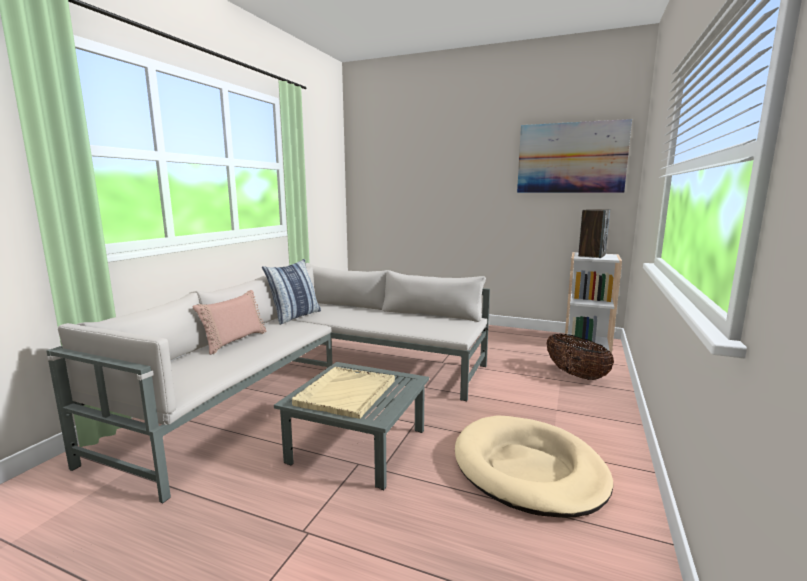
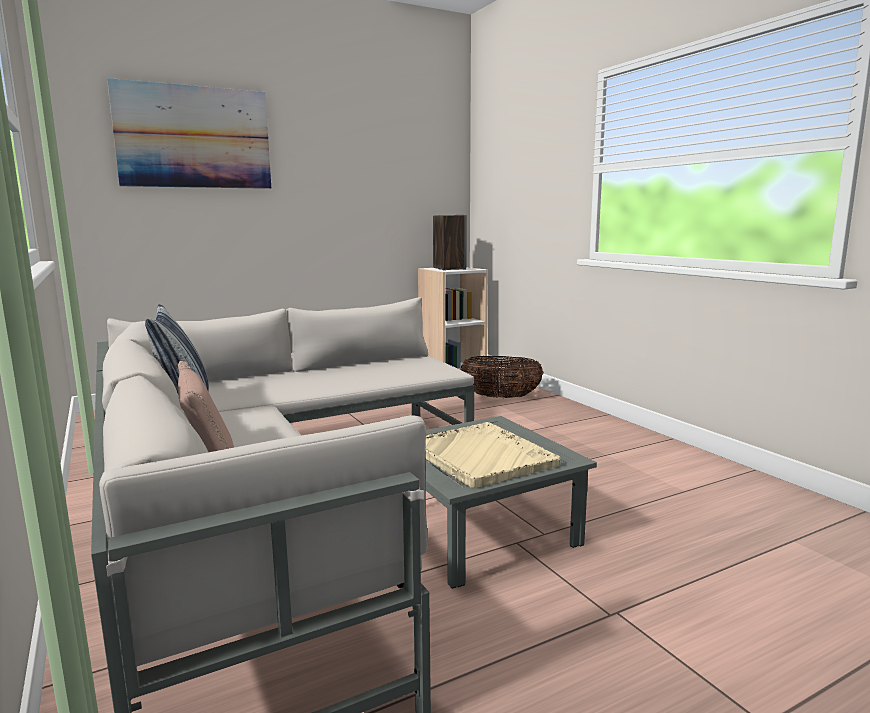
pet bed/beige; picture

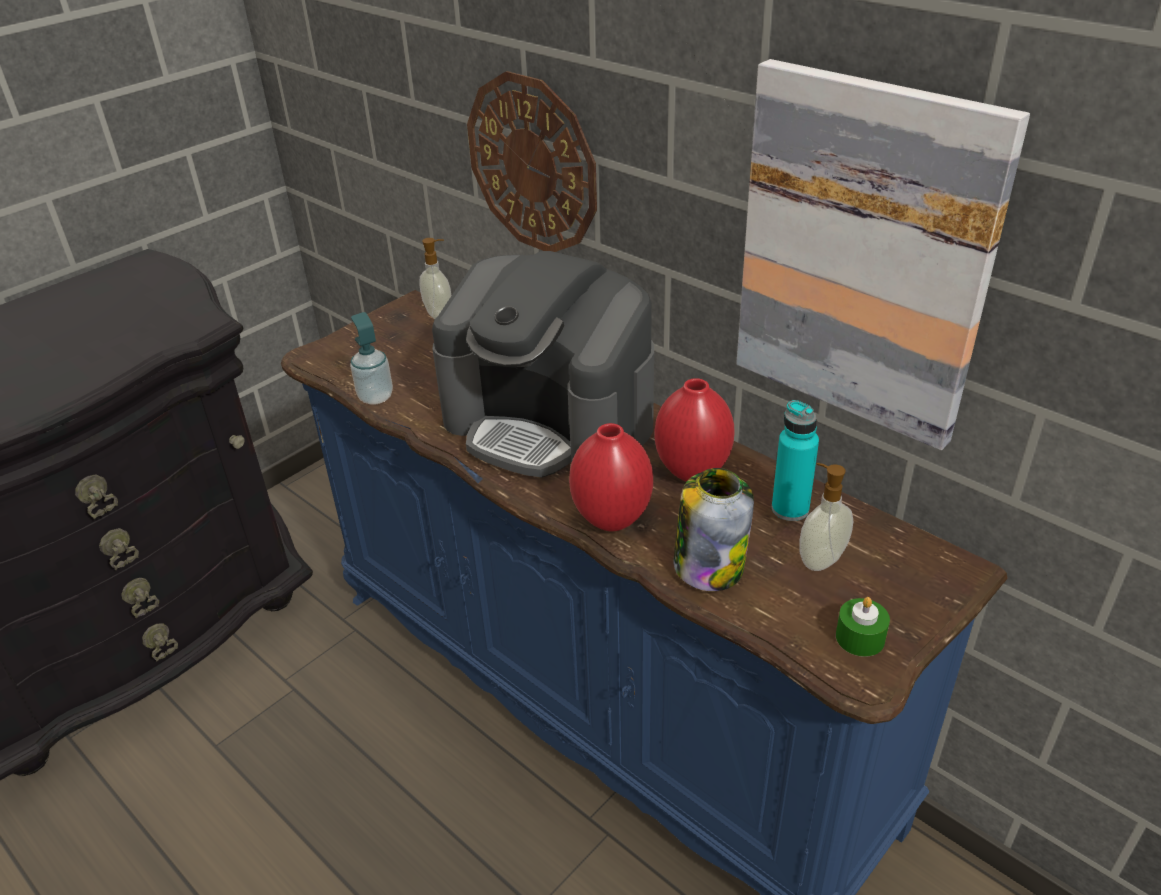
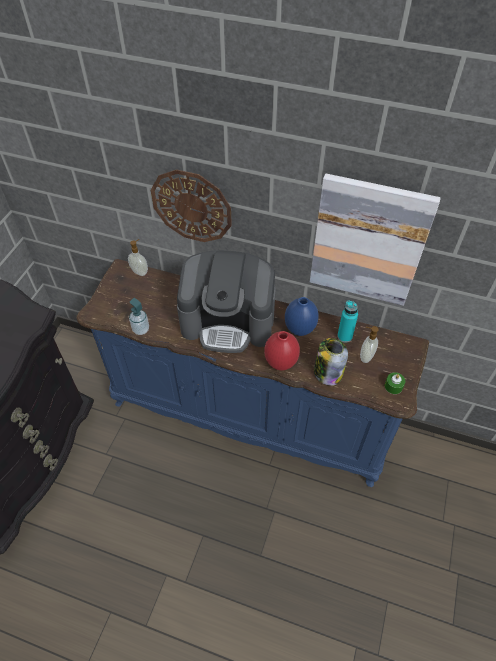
flower vase/blue-coloured

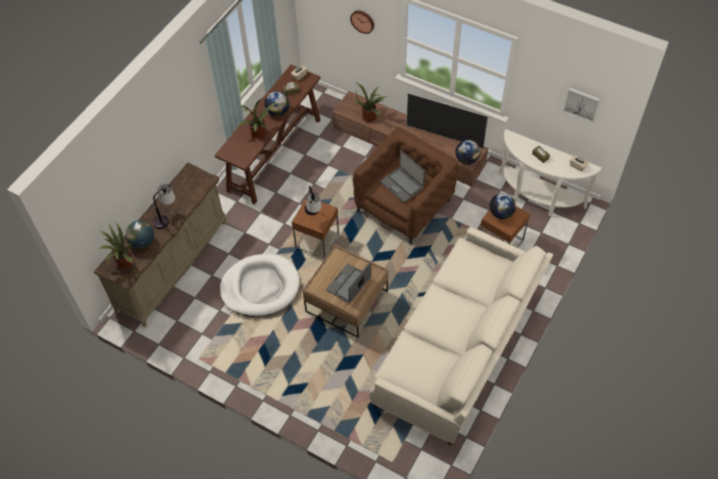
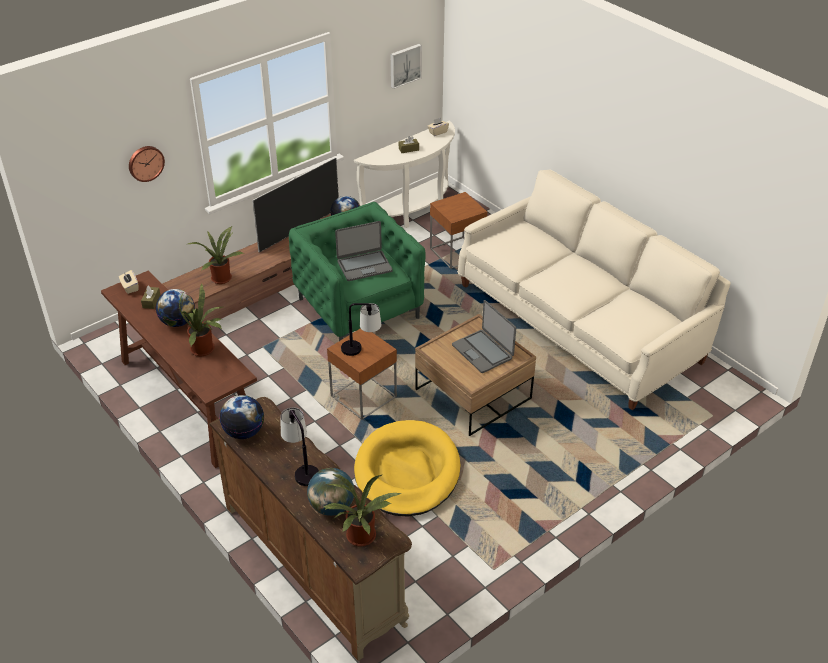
desk globe (no. 2 from left); pet bed/yellow-coloured; lounge chair/greenish

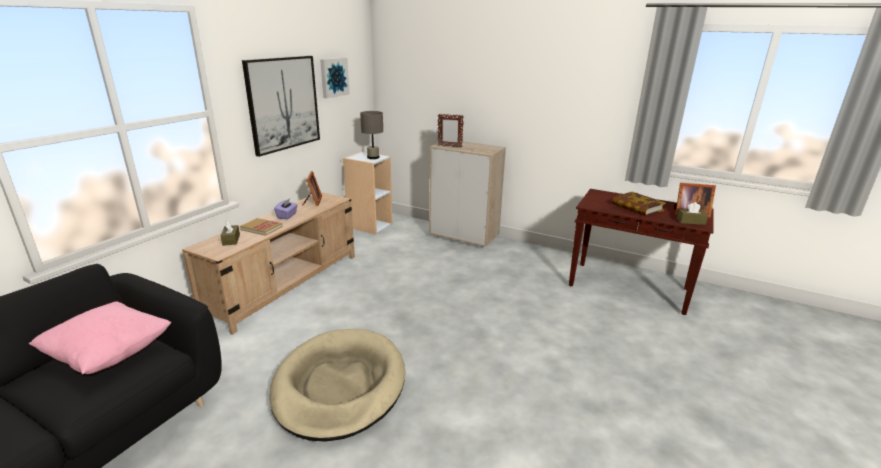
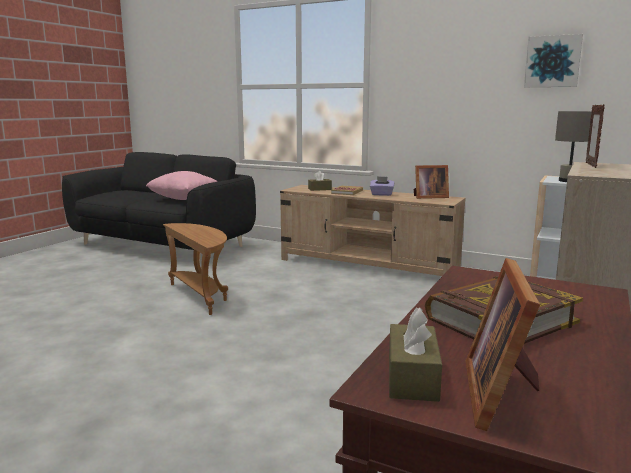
picture (no. 1 from left in the first image); side table/brown-coloured

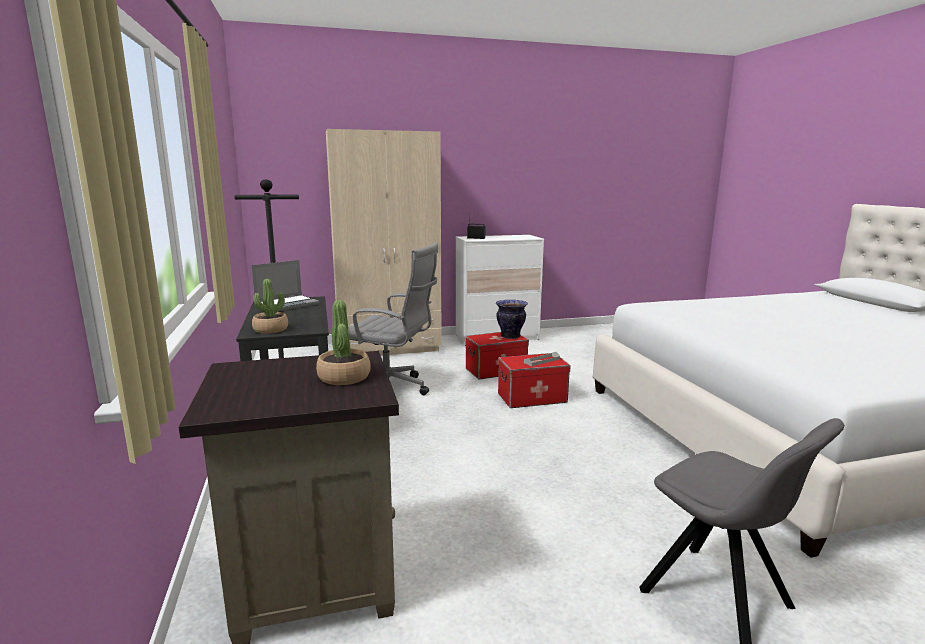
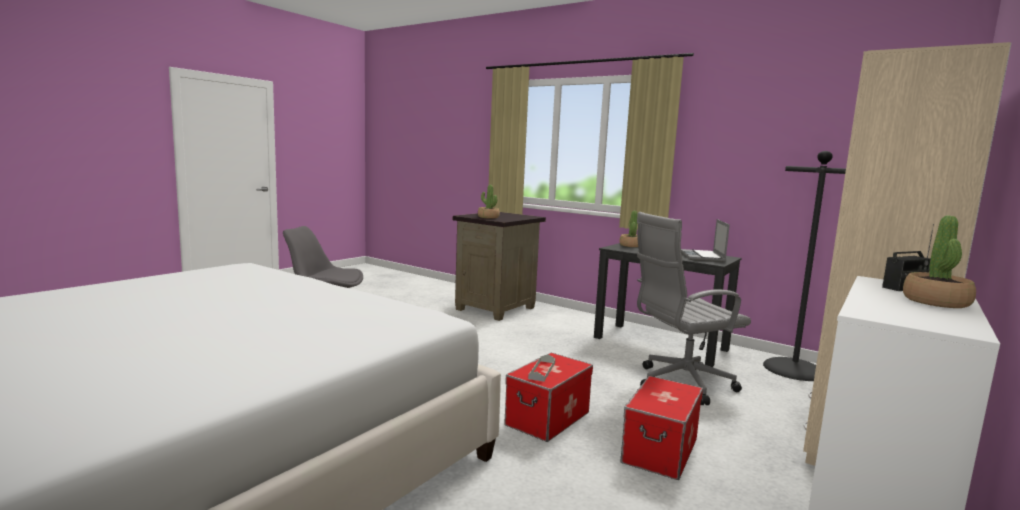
flower vase; plant in a pot (no. 3 from left)

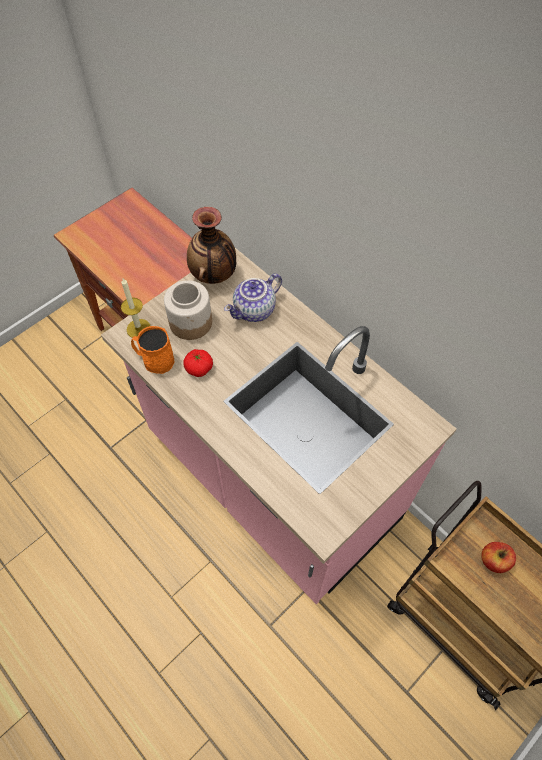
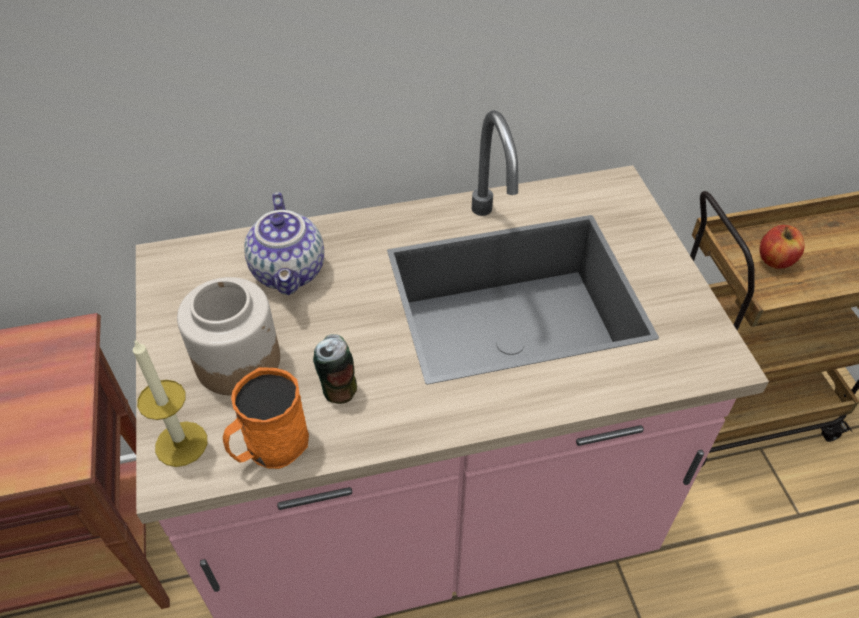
flower vase; can

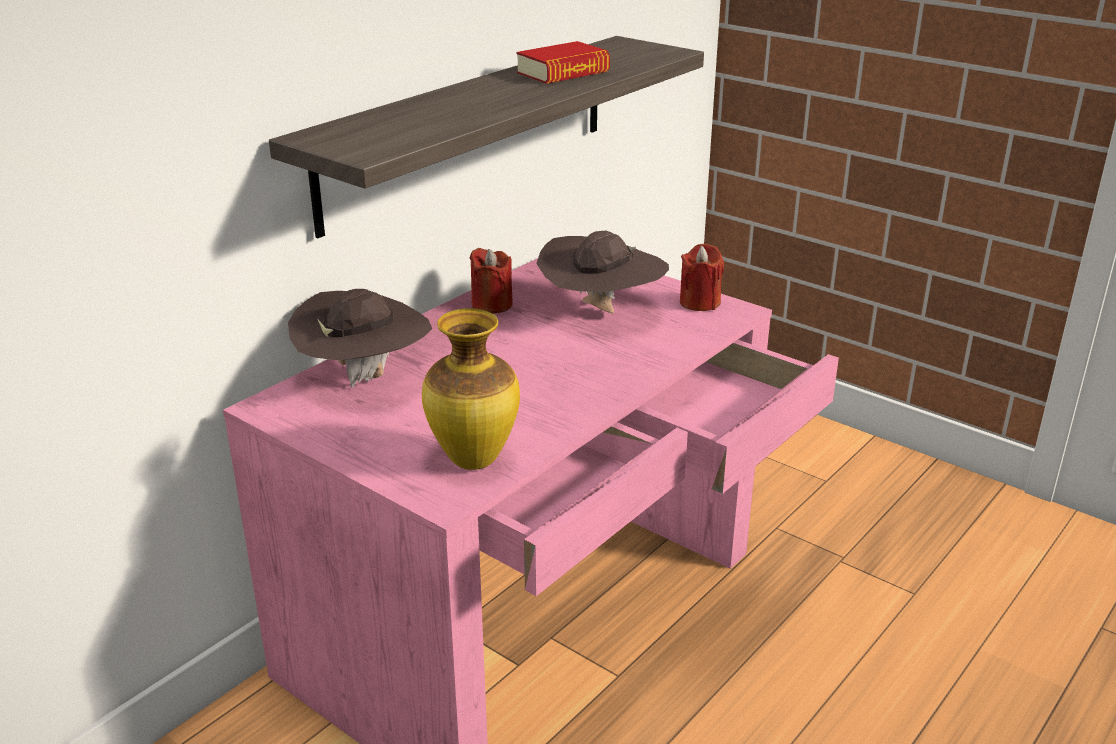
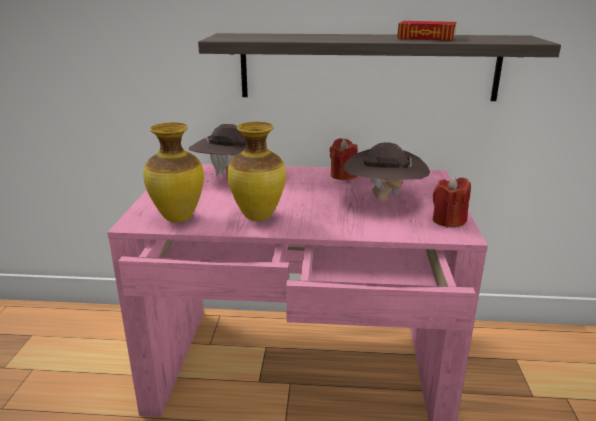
flower vase (no. 2 from left)

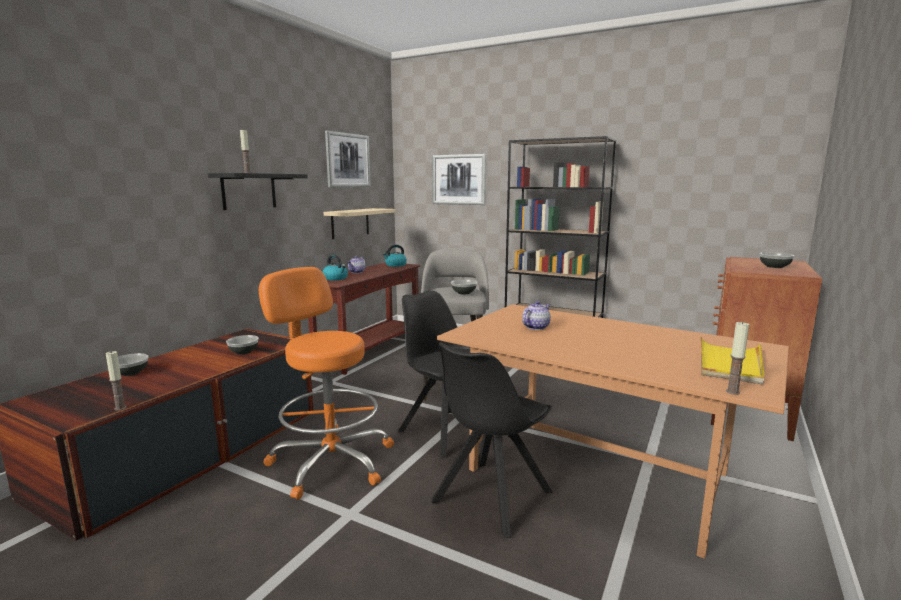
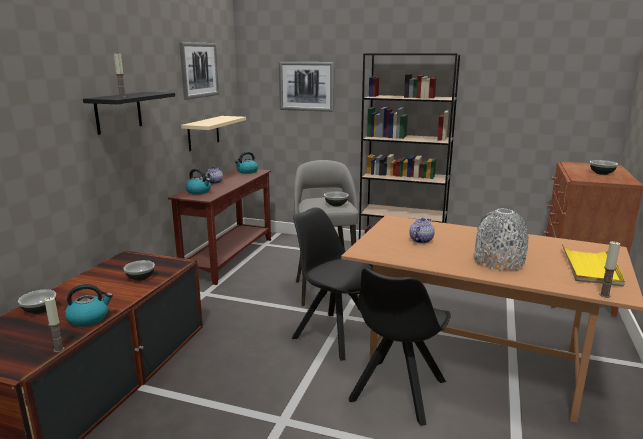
sitting stool/orange; tea kettle (no. 1 from left); flower vase/grey

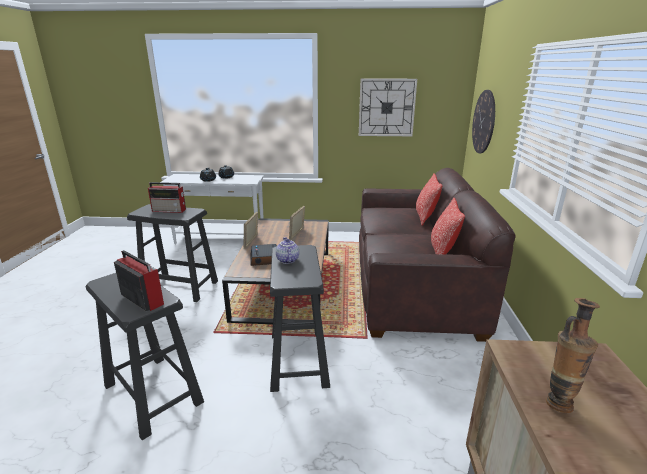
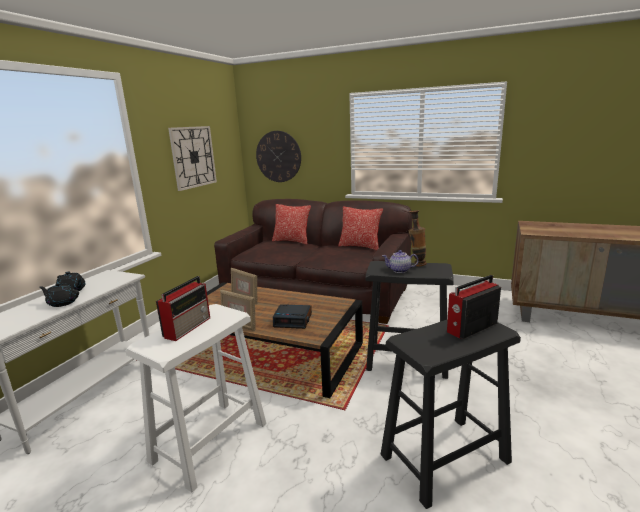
flower vase; sitting stool/white

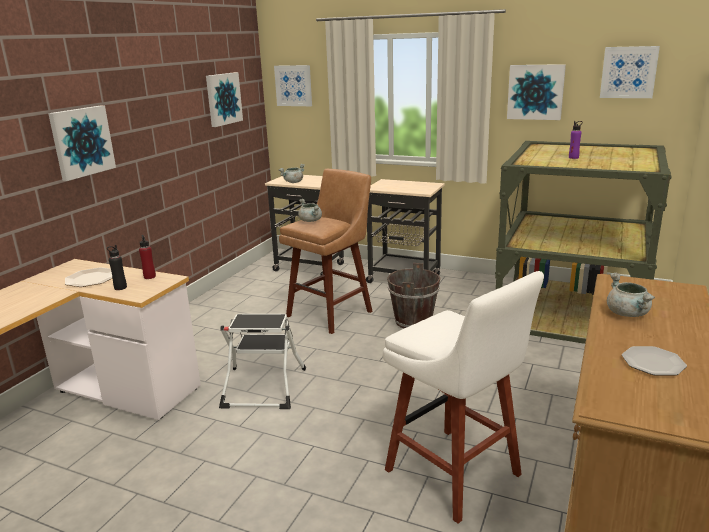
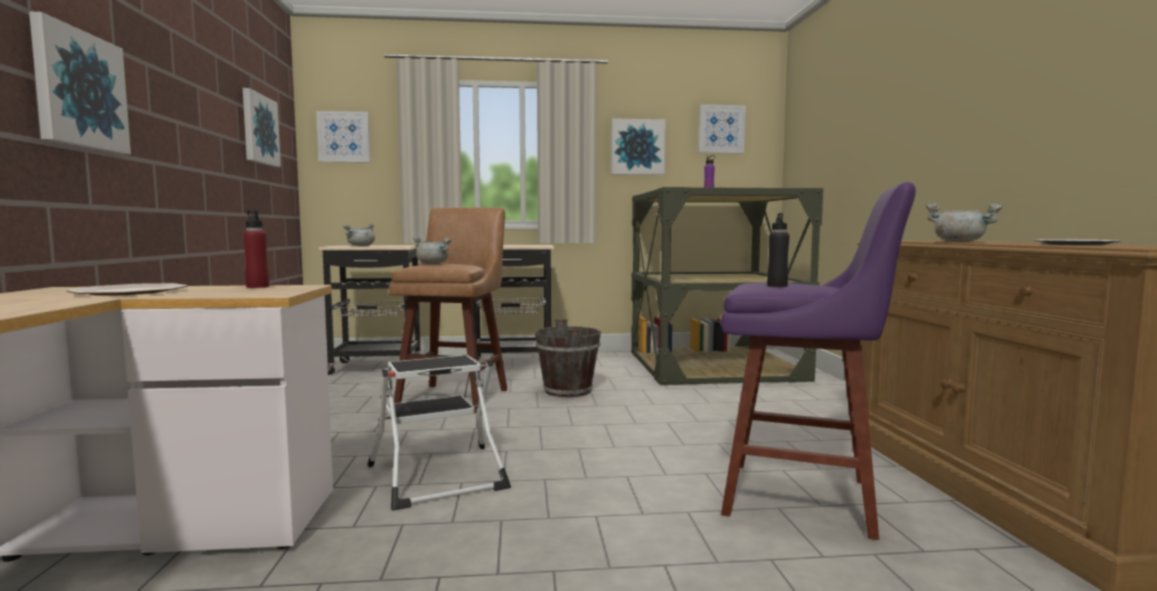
beverage bottle/blackish; sitting stool/purple

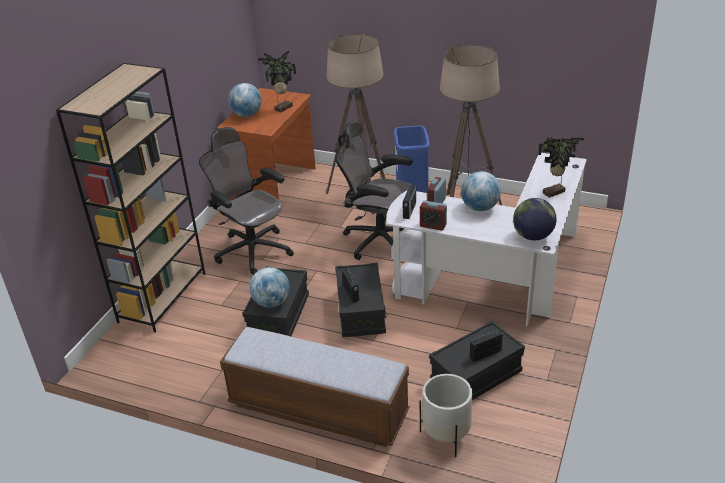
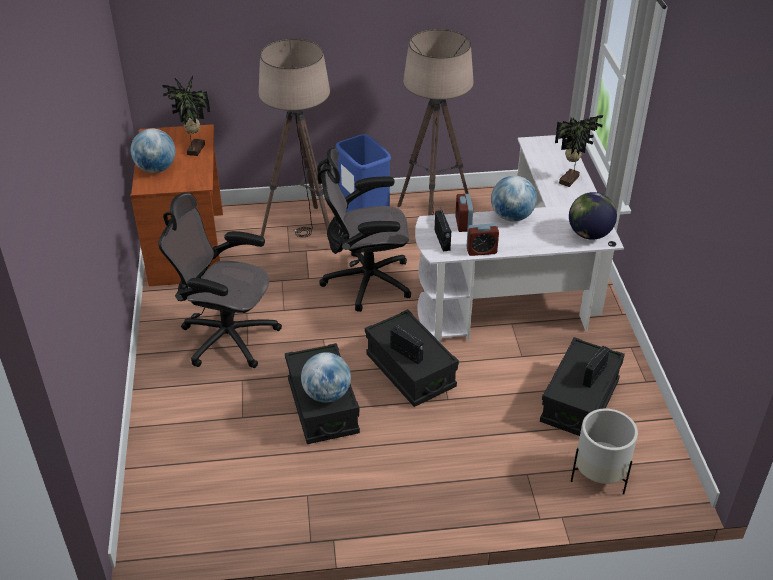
shelving unit/beige; bench

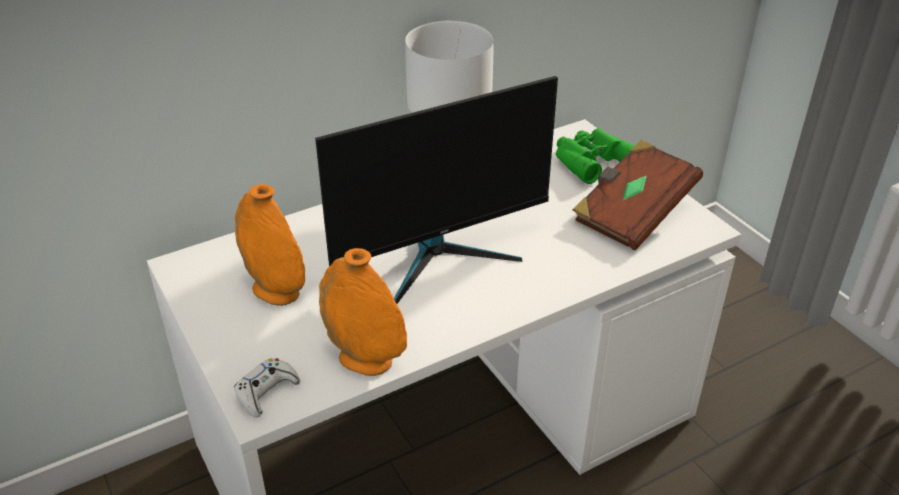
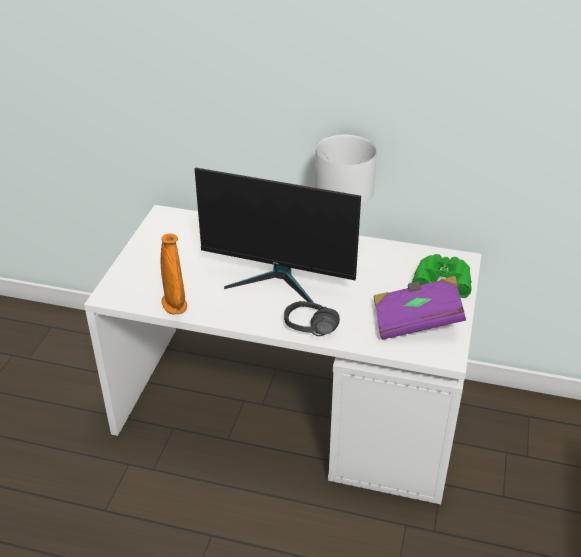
game controller/white; flower vase/orange (no. 1 from left in the first image); headset/blackish; volume/purple

